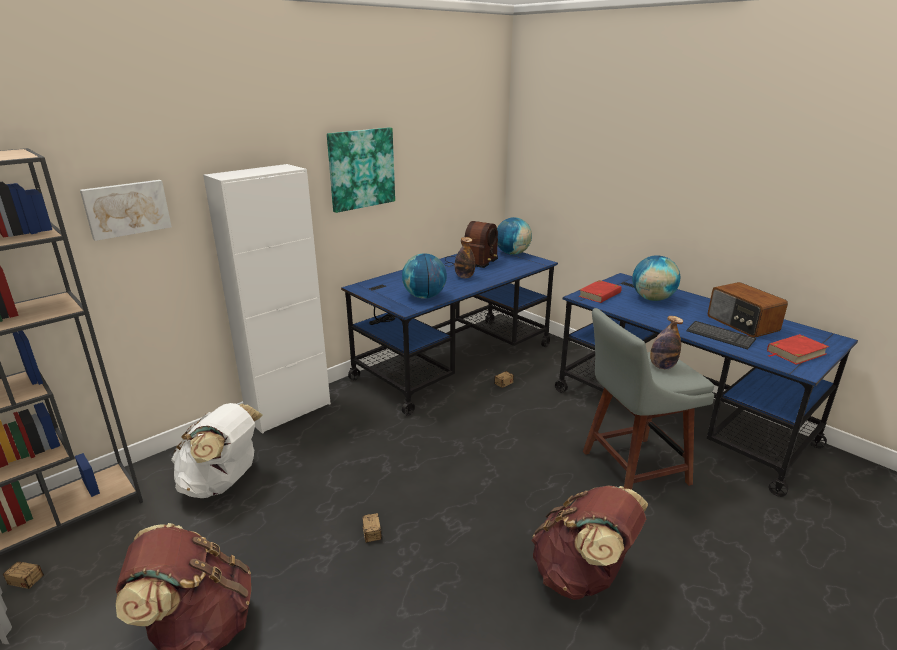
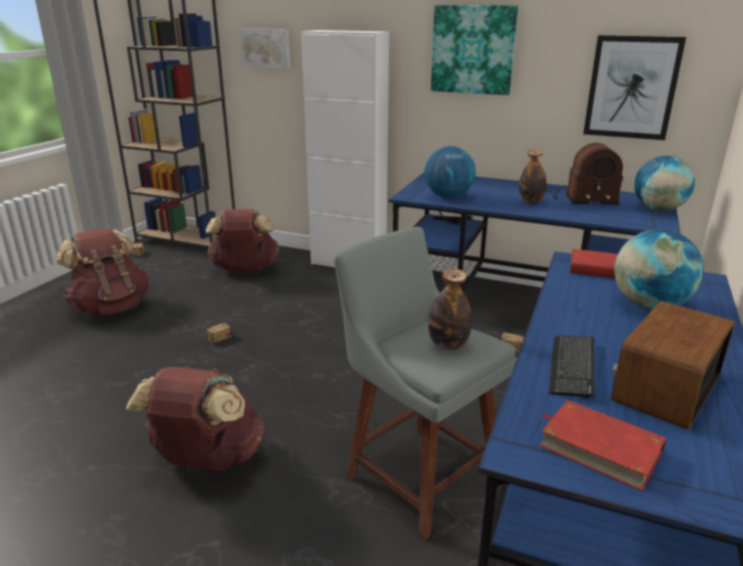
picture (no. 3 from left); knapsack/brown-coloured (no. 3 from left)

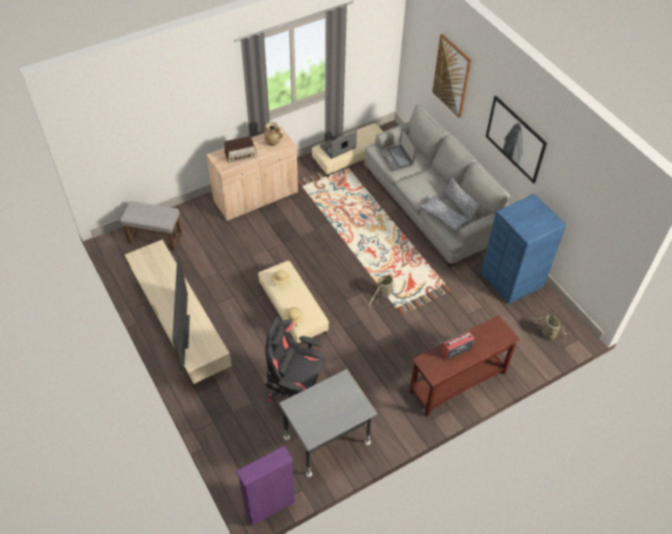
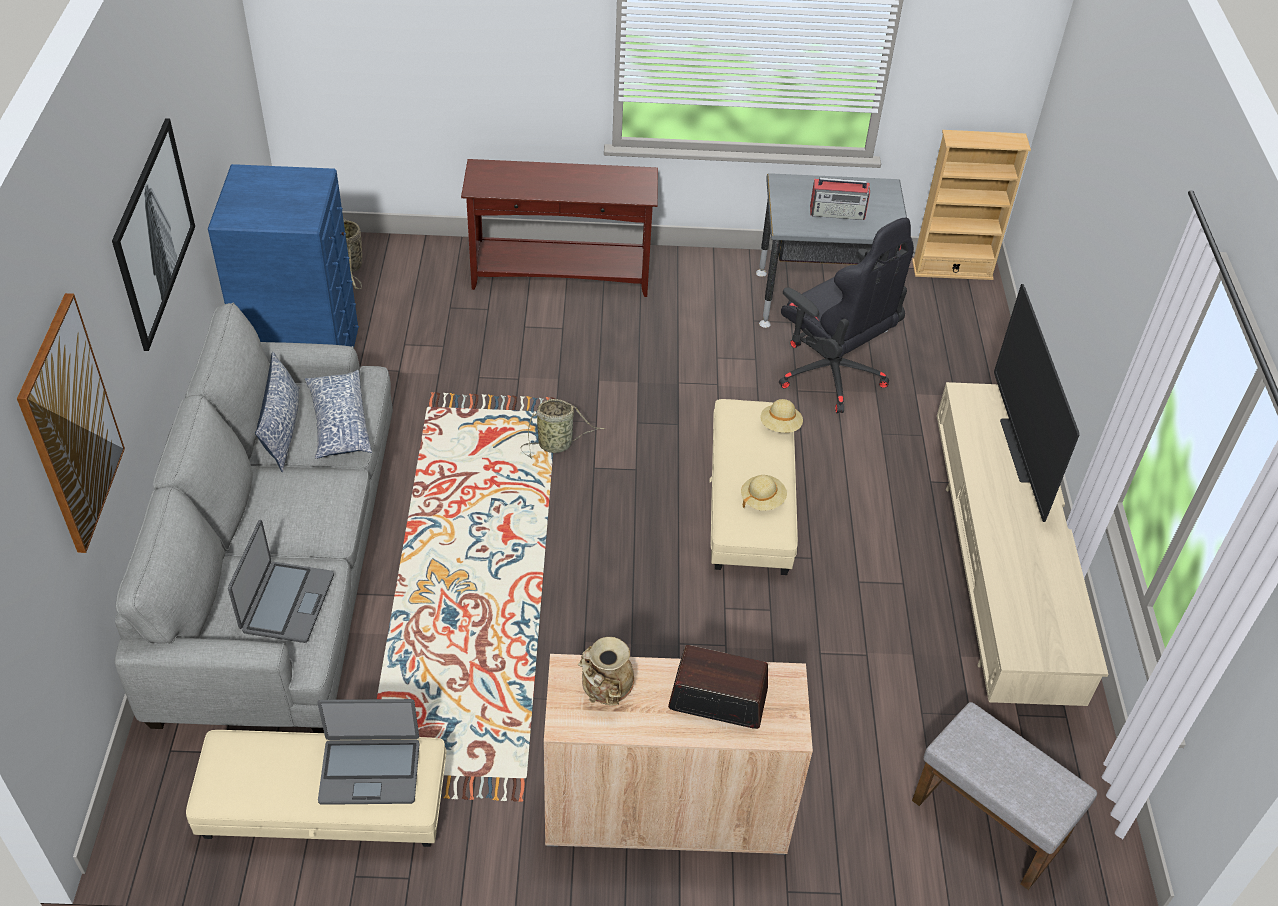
radio receiver (no. 2 from left); shelving unit/beige; TV set

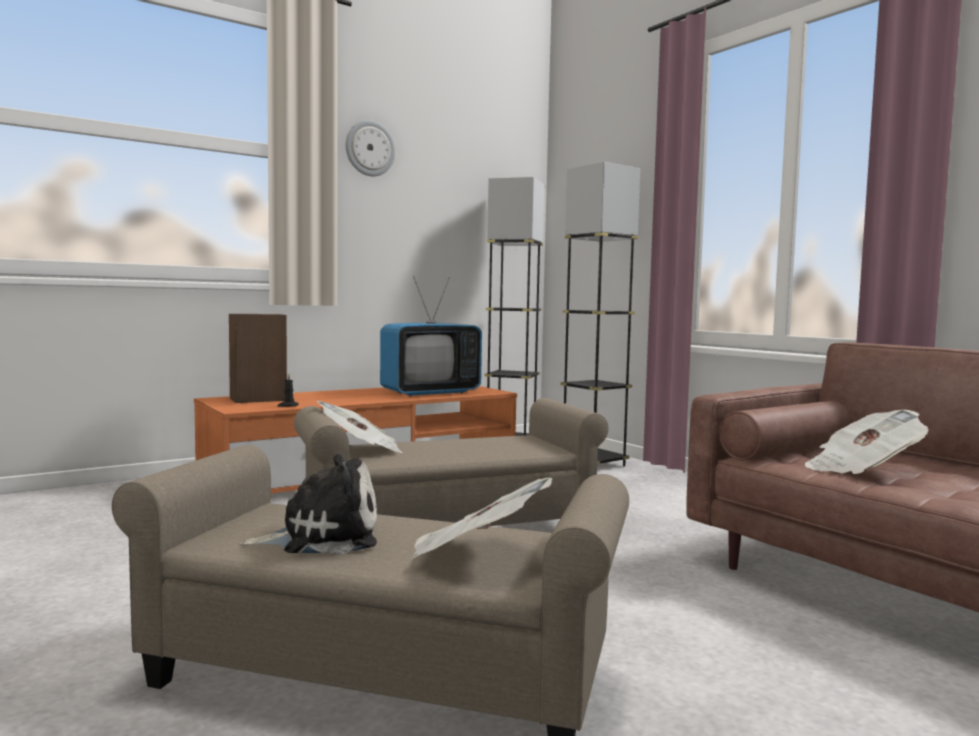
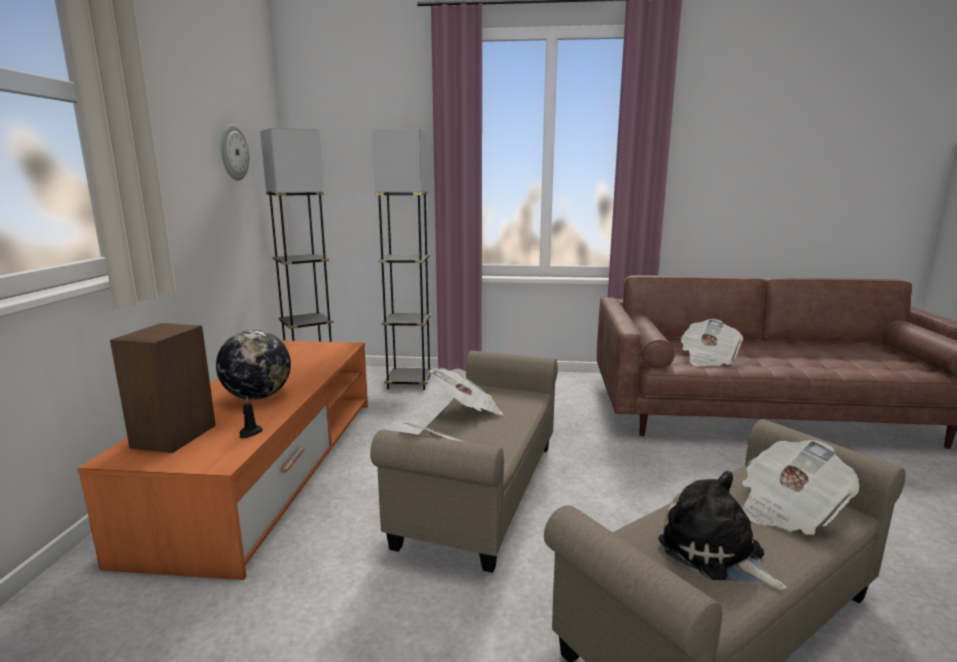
TV set; desk globe; newspaper (no. 2 from left); hanging clock; plush toy

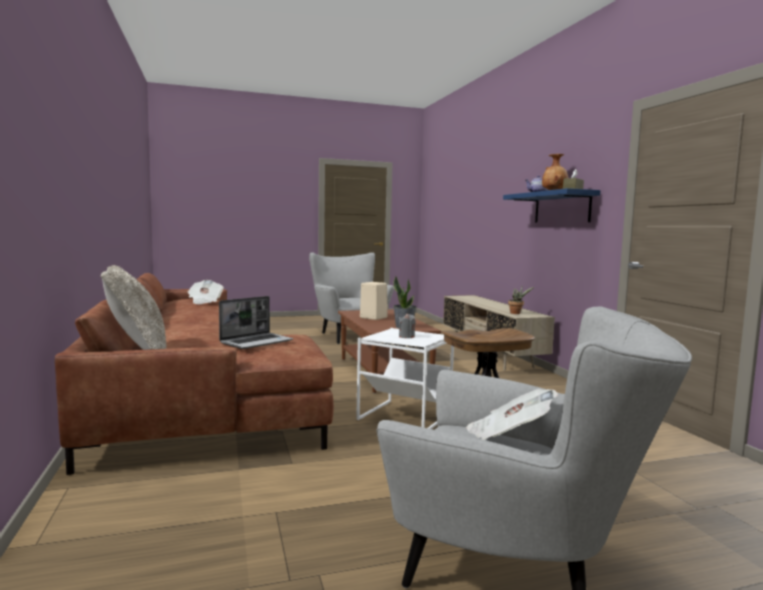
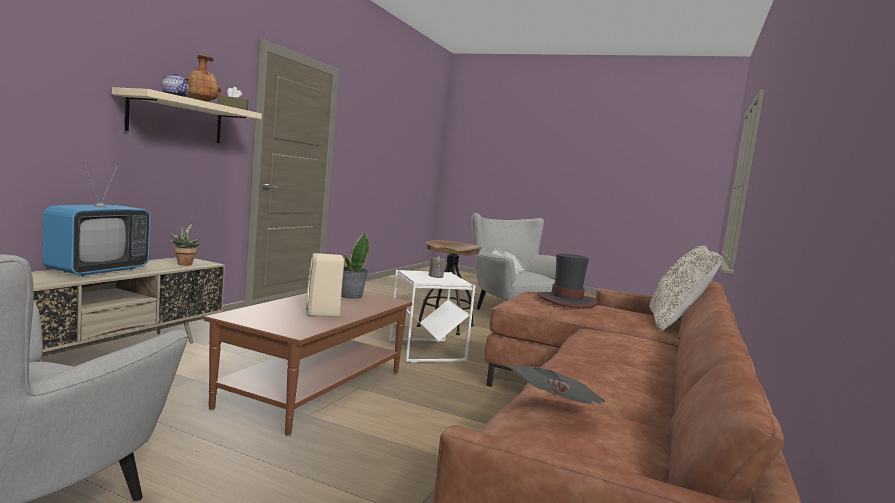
TV set; clothing hat; bracket shelf/beige

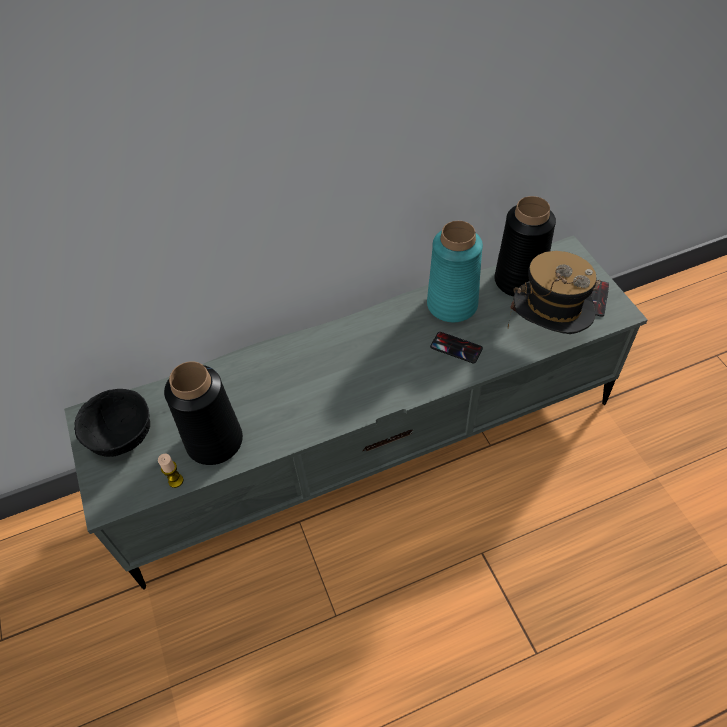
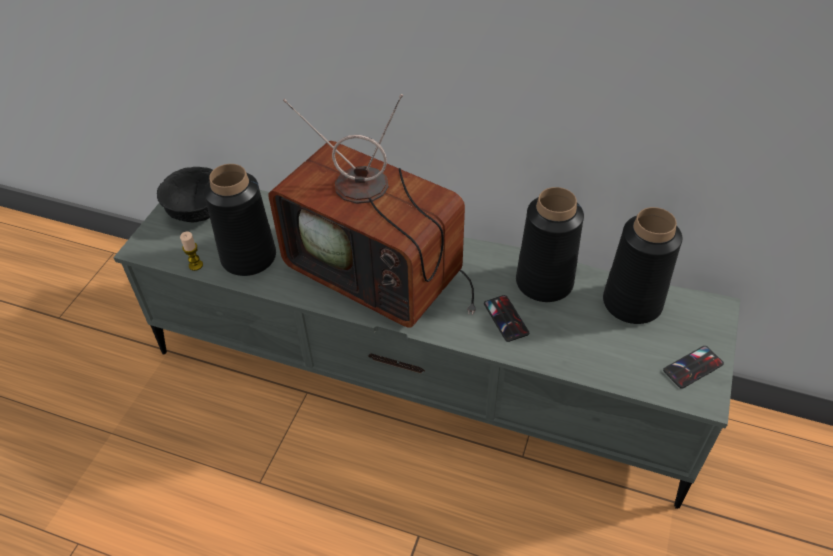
clothing hat; TV set; flower vase/blackish (no. 2 from left)

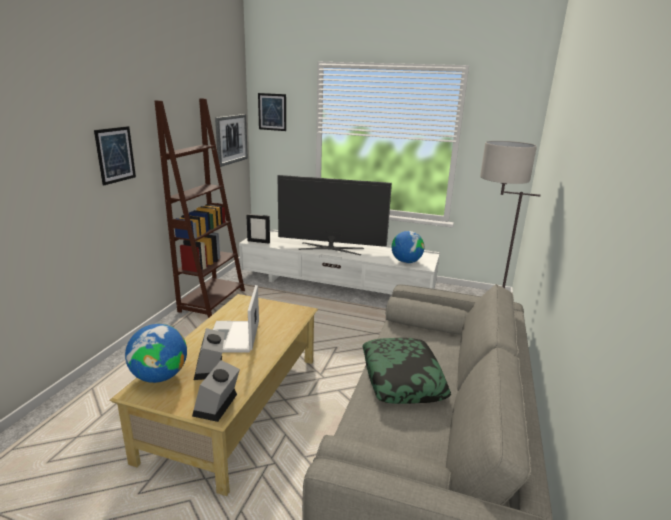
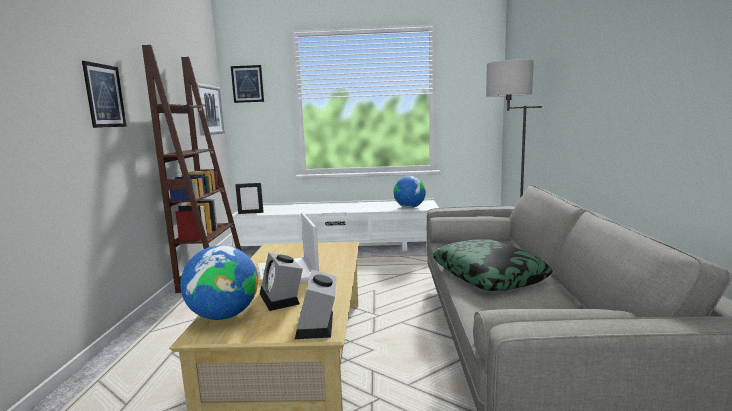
TV set

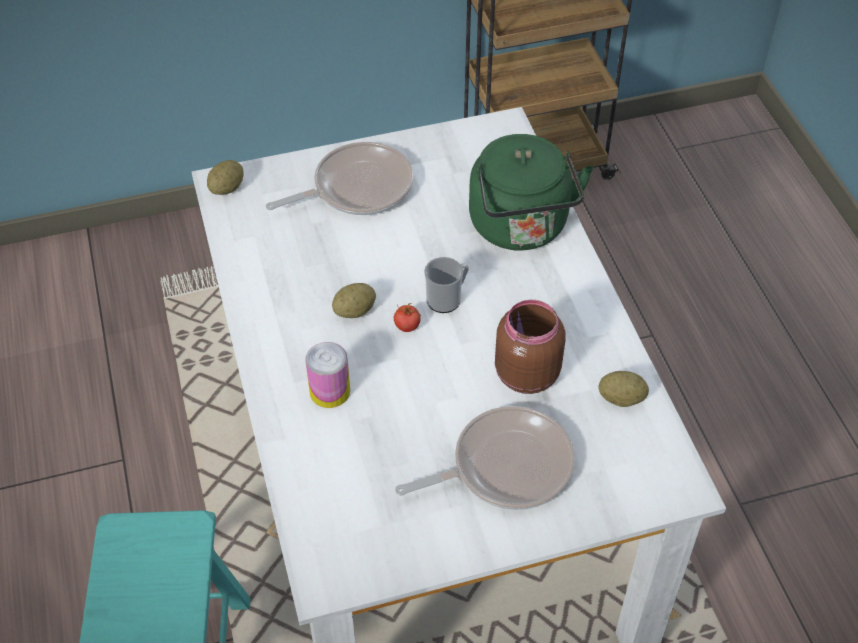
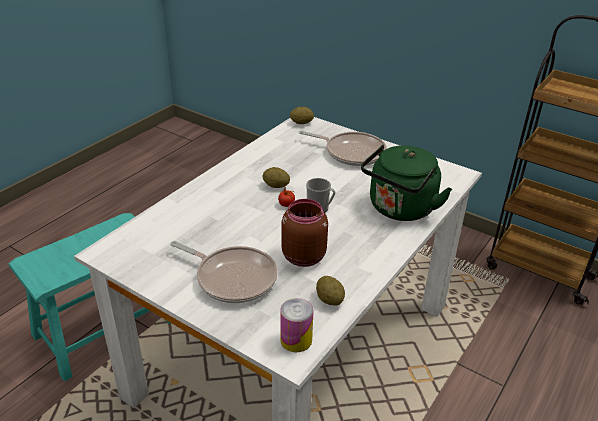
can

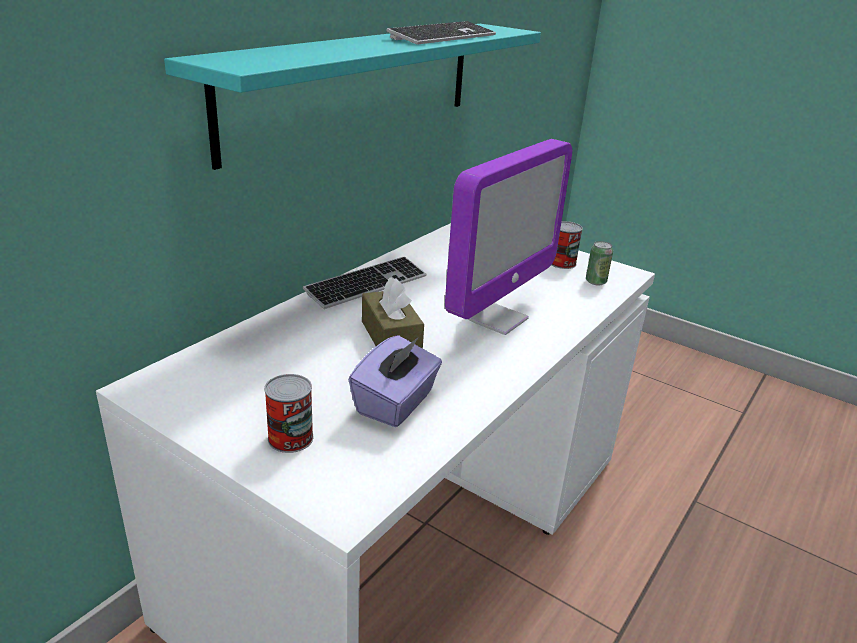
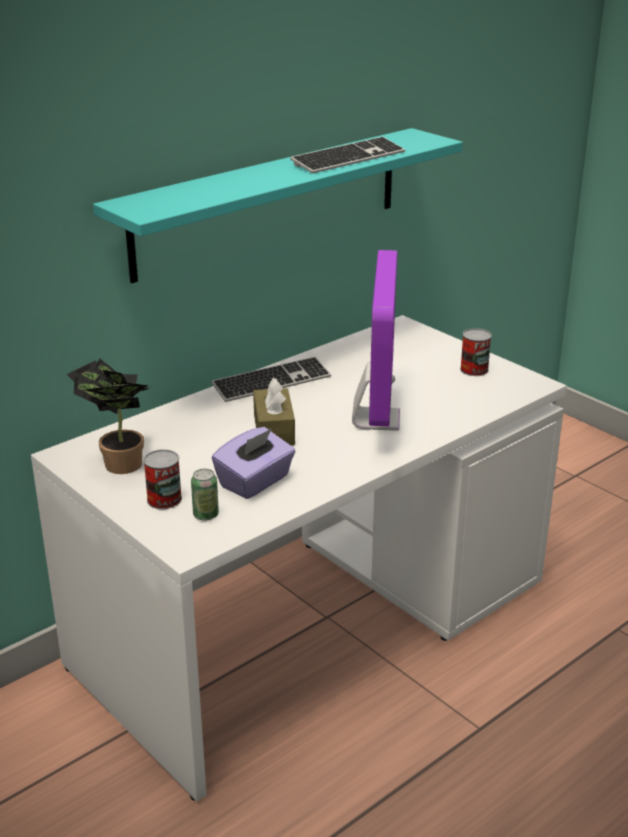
plant in a pot; can (no. 2 from left); monitor

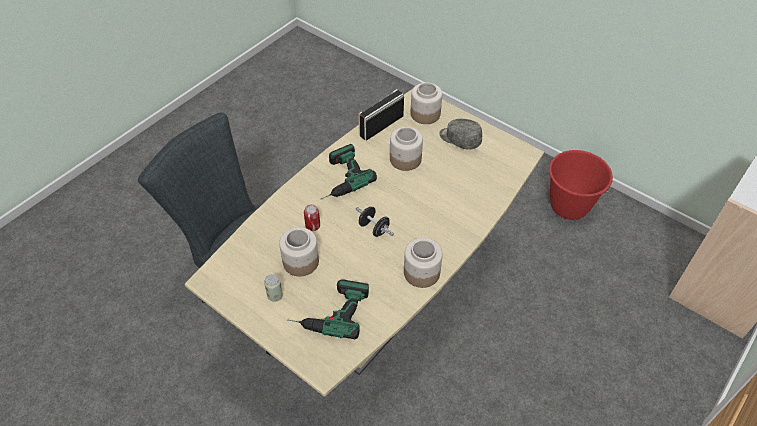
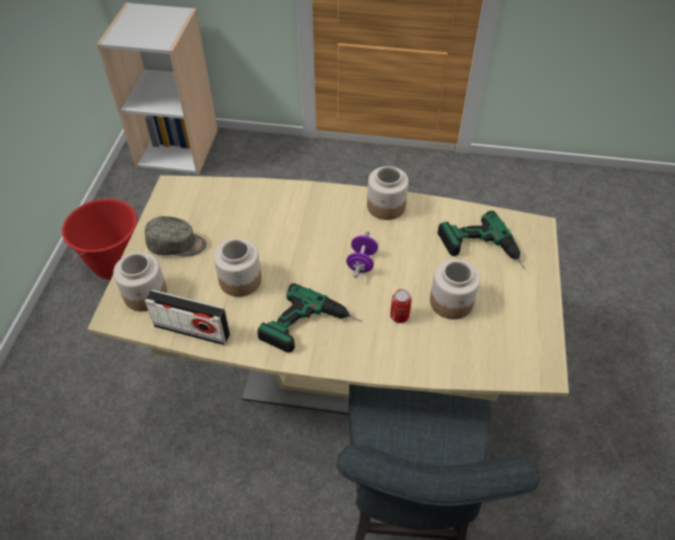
can (no. 1 from left in the first image); free weight/purple; peaked cap/grey

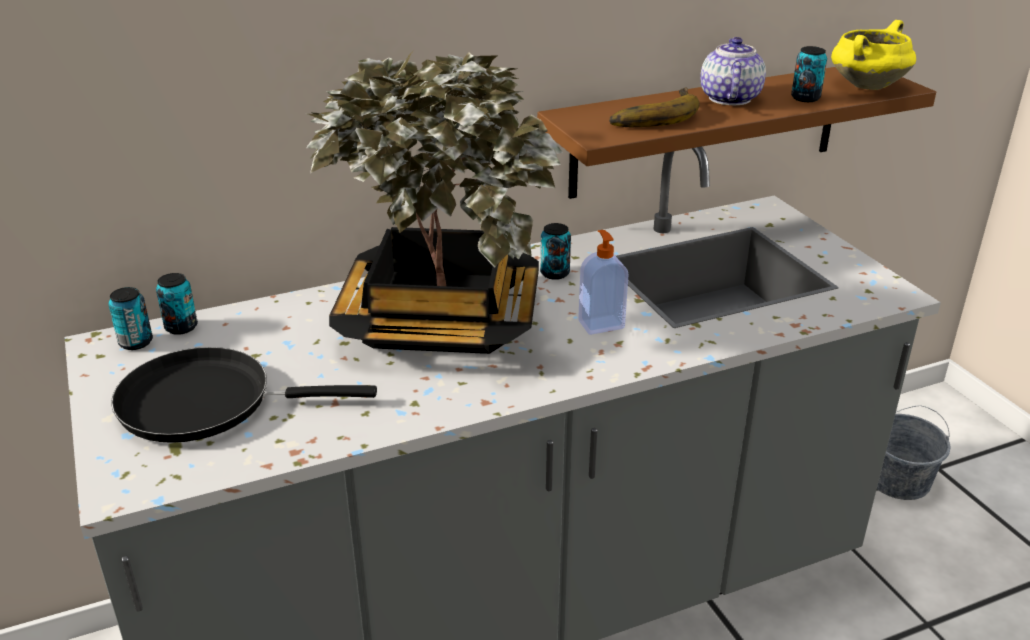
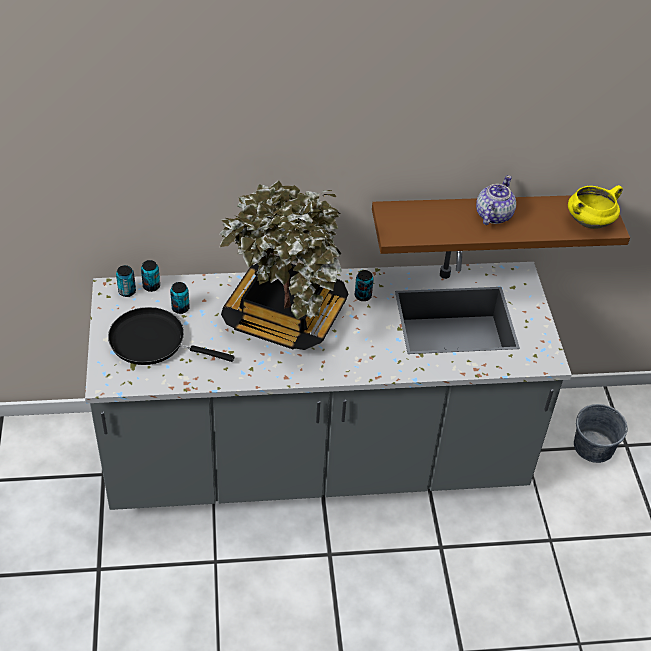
liquid soap bottle; banana; can (no. 3 from left)

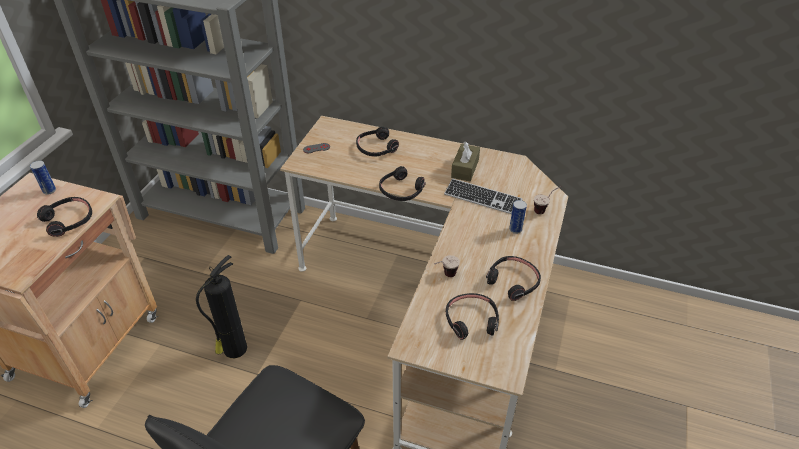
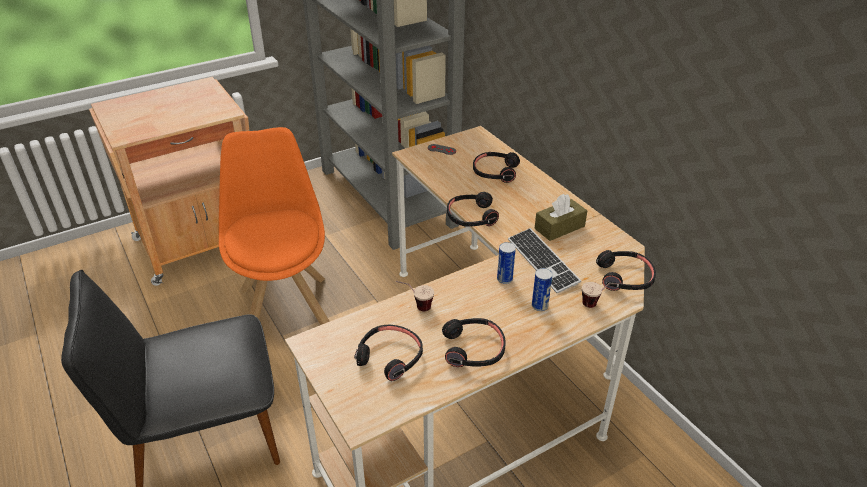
can (no. 1 from left); headset/blackish (no. 5 from left); chair/orange

